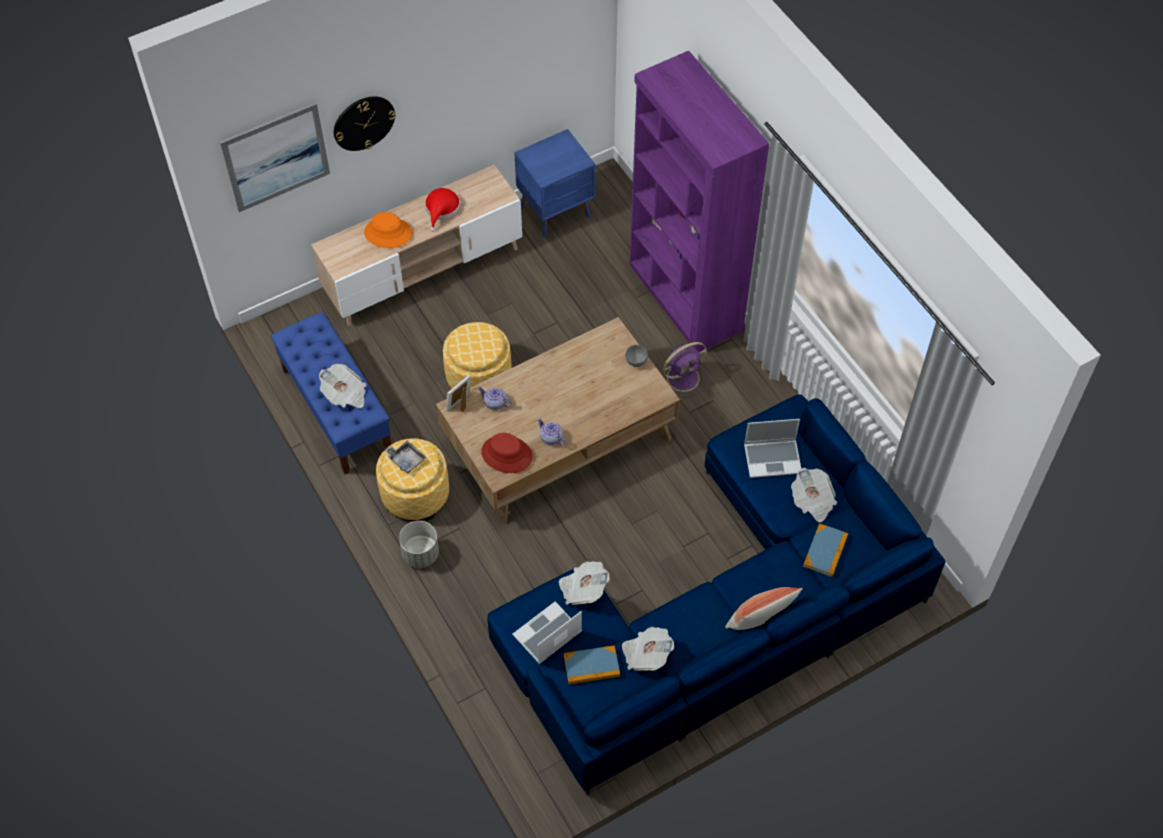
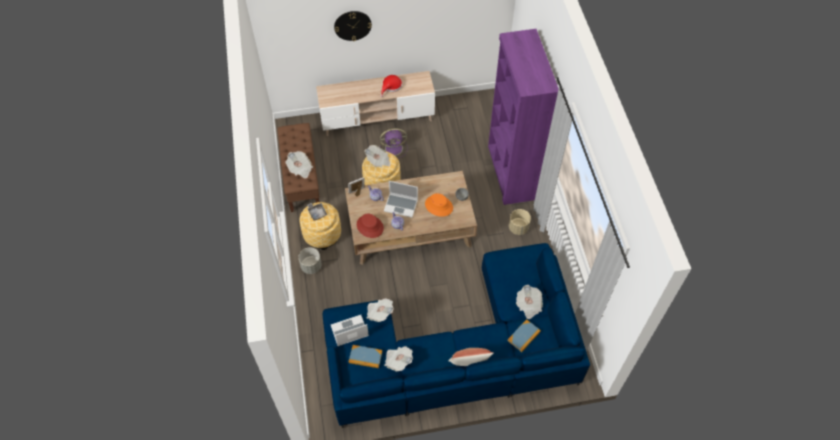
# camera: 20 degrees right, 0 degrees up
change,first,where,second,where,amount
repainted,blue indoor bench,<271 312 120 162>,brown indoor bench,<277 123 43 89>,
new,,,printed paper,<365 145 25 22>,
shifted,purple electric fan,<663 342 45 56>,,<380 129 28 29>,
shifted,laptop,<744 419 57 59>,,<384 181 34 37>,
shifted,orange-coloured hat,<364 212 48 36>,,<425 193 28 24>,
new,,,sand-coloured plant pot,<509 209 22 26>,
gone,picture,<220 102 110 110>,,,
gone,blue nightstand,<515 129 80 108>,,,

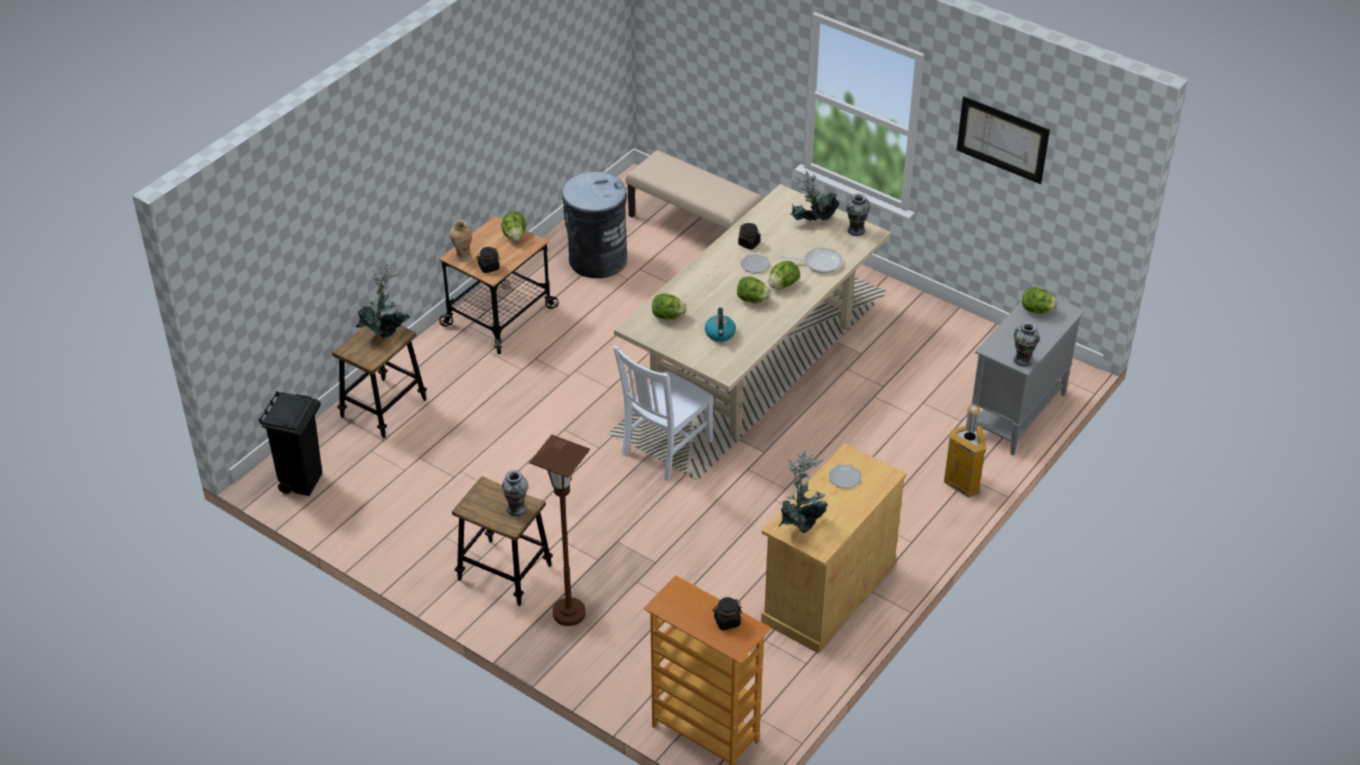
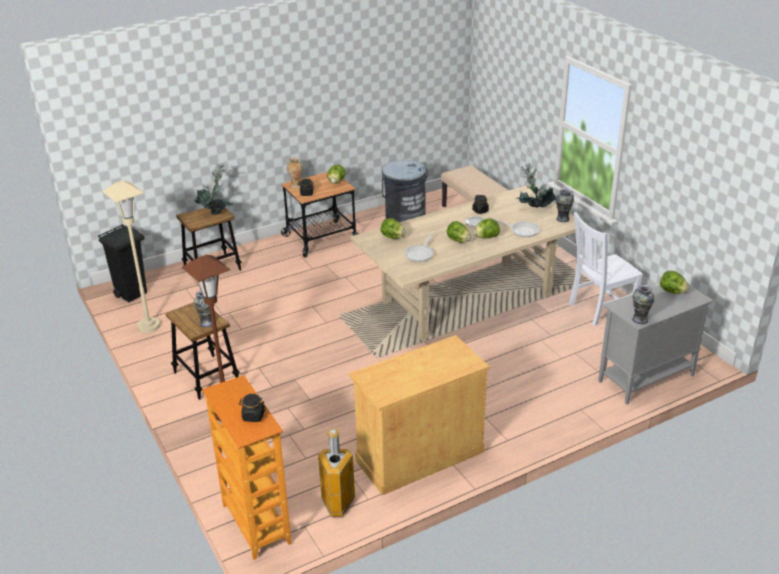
# camera: 25 degrees right, 10 degrees down
change,first,where,second,where,amount
new,,,sand-coloured standard lamp,<102 180 58 153>,
shifted,waste bin,<944 405 42 92>,,<318 428 37 89>,
swapped,water kettle,<705 308 31 34>,skillet,<404 234 30 28>,
shifted,white-coloured upright chair,<613 346 101 134>,,<569 212 74 114>,
gone,plant in a pot,<778 450 50 83>,,,
gone,plate,<829 465 32 23>,,,
gone,picture,<957 96 93 88>,,,

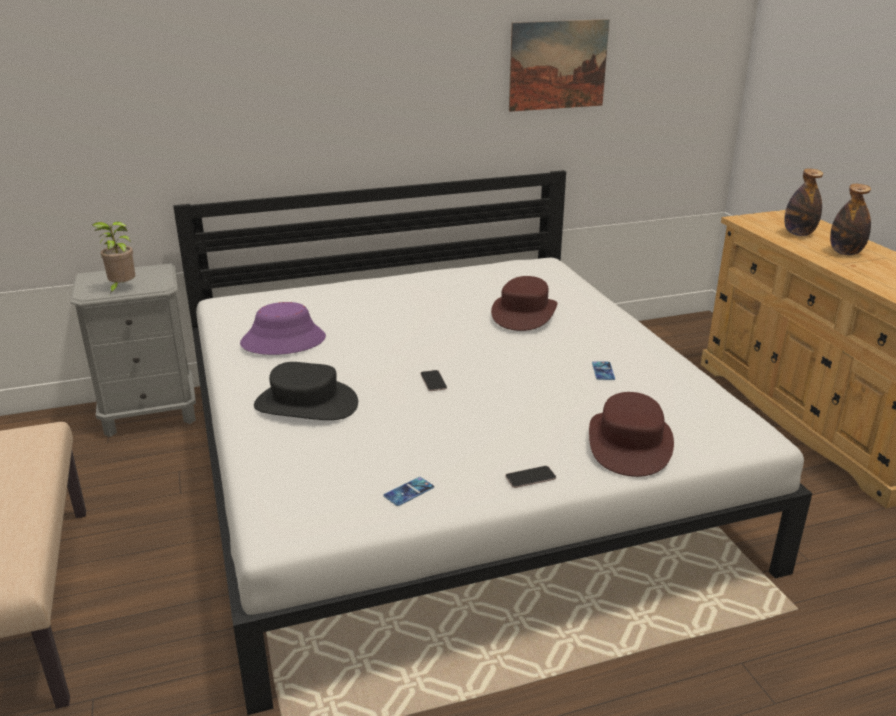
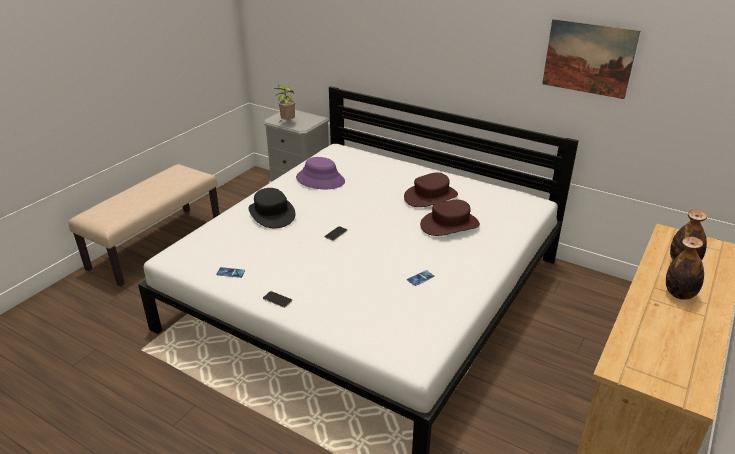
# camera: 50 degrees right, 5 degrees up
change,first,where,second,where,amount
shifted,brown hat,<589 392 85 85>,,<404 173 54 34>,

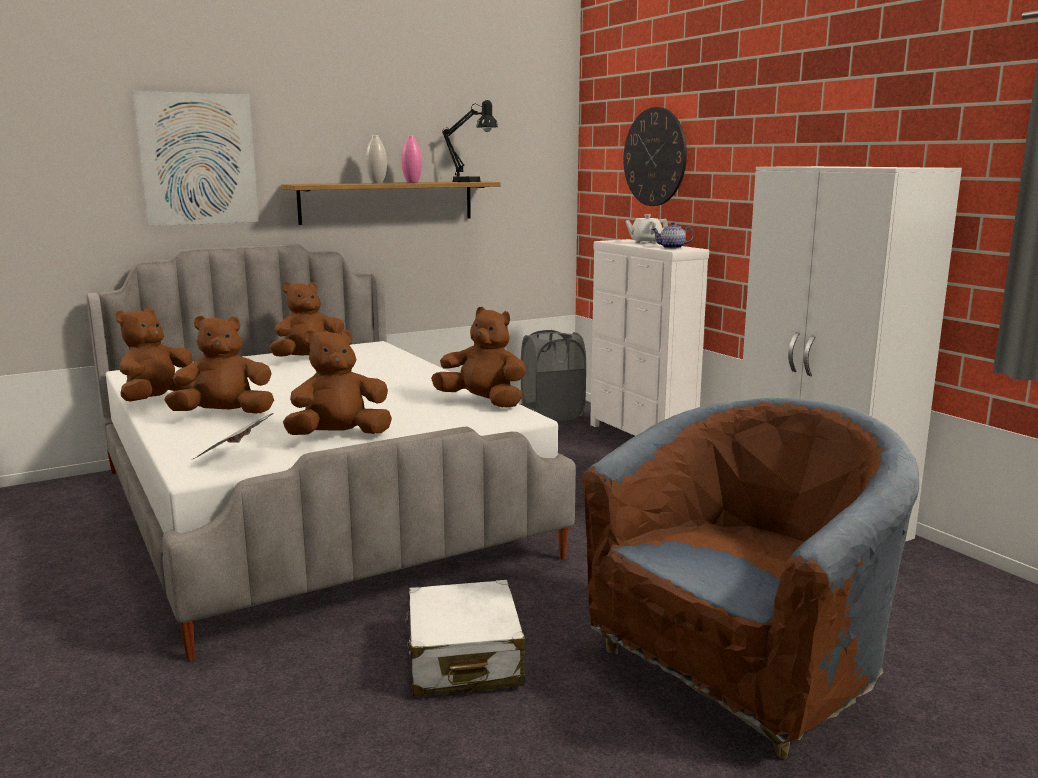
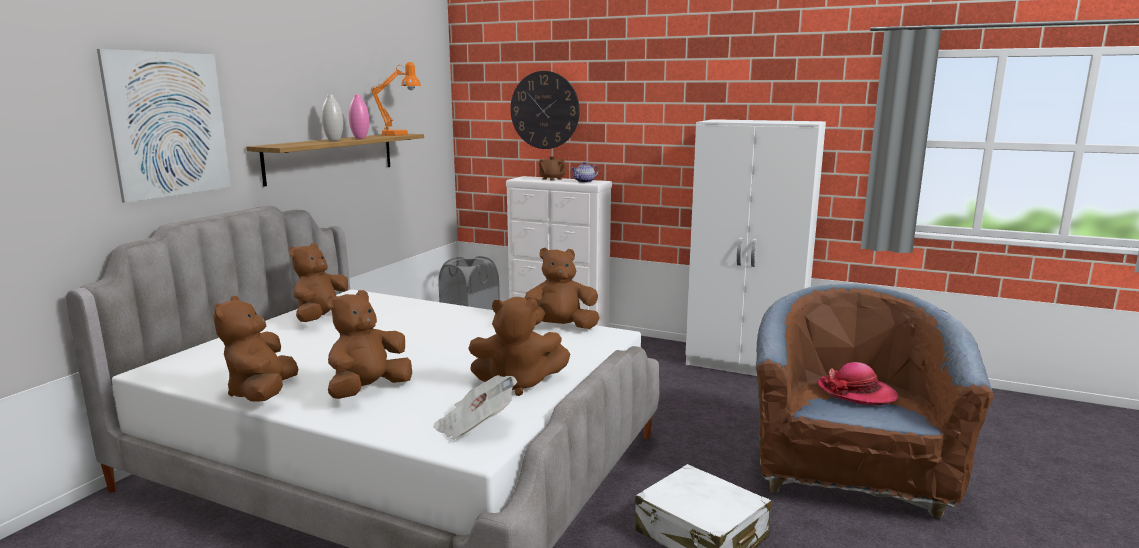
# camera: 35 degrees left, 0 degrees up
change,first,where,second,where,amount
repainted,black-coloured table lamp,<442 100 56 82>,orange-coloured table lamp,<371 62 50 74>,
rotated,brown cuddly toy,<283 330 109 105>,,<468 297 102 99>,120 degrees counterclockwise
repainted,white-coloured pot for tea,<625 214 43 31>,brown pot for tea,<539 156 26 25>,
new,,,hat,<818 362 80 44>,

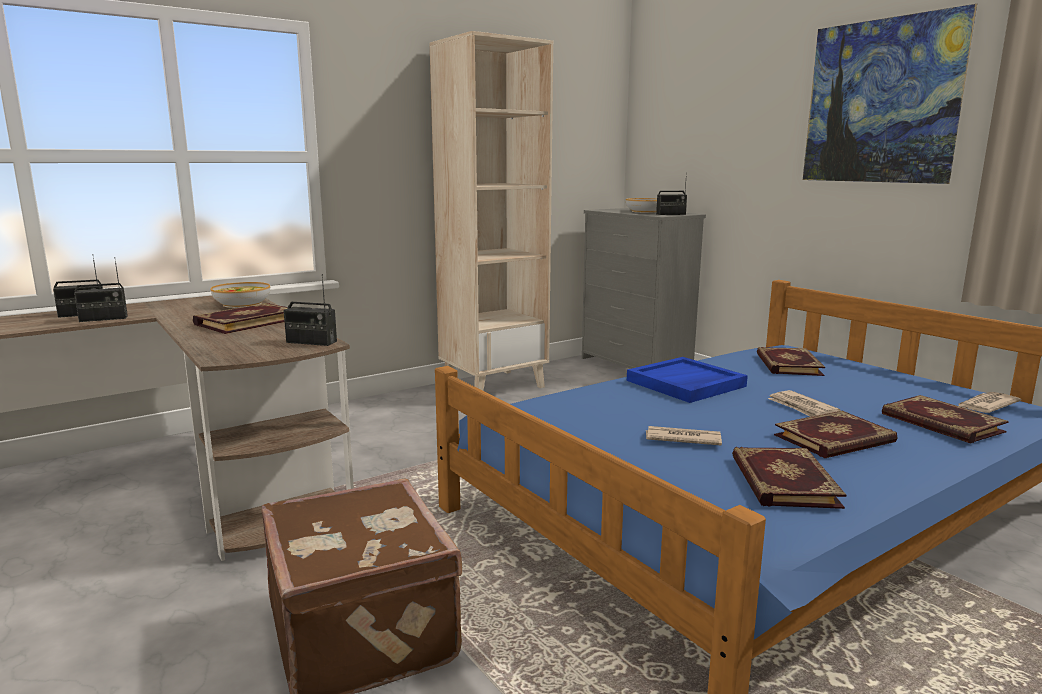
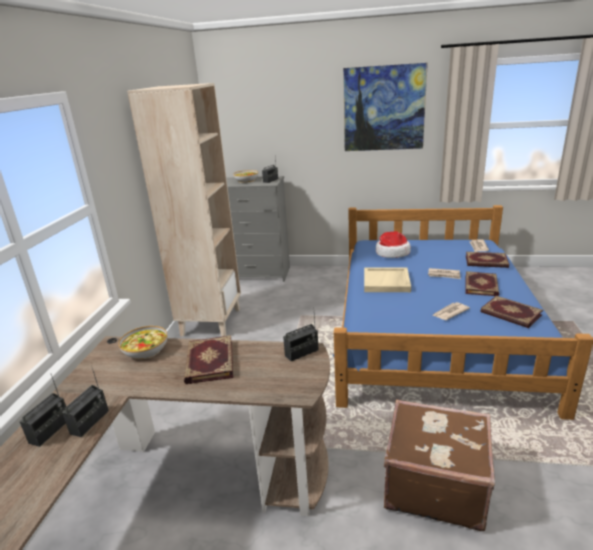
# camera: 45 degrees left, 10 degrees up
change,first,where,second,where,amount
repainted,blue serving tray,<627 357 121 46>,sand-coloured serving tray,<364 267 47 25>,
swapped,volume,<757 347 68 29>,hat,<376 231 35 27>,

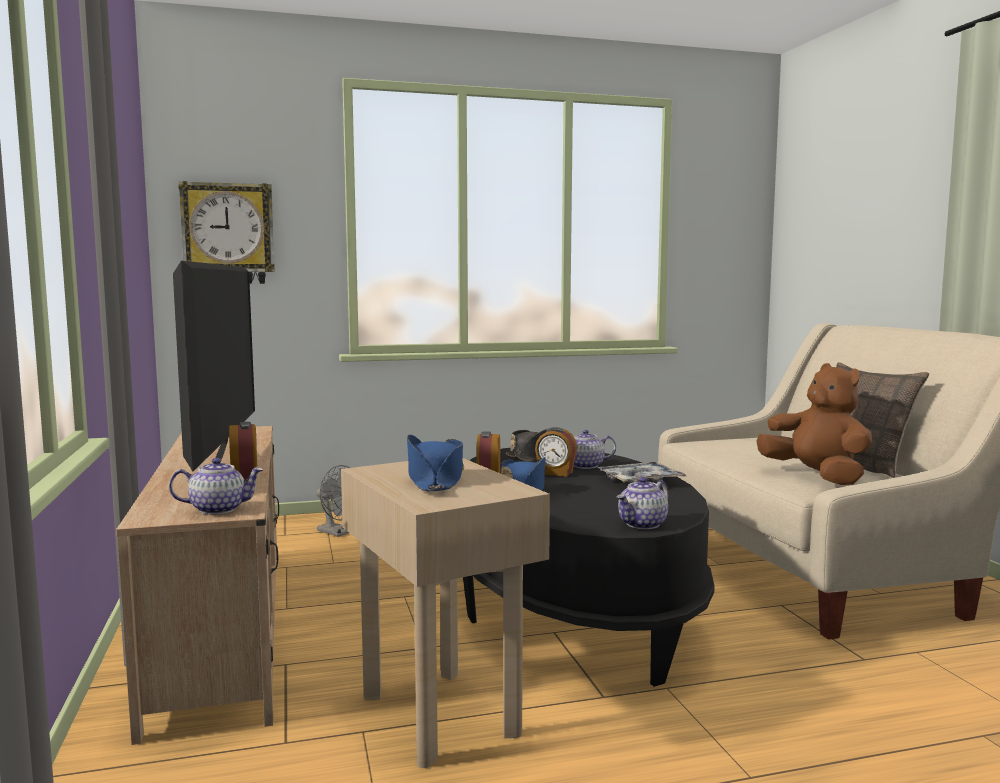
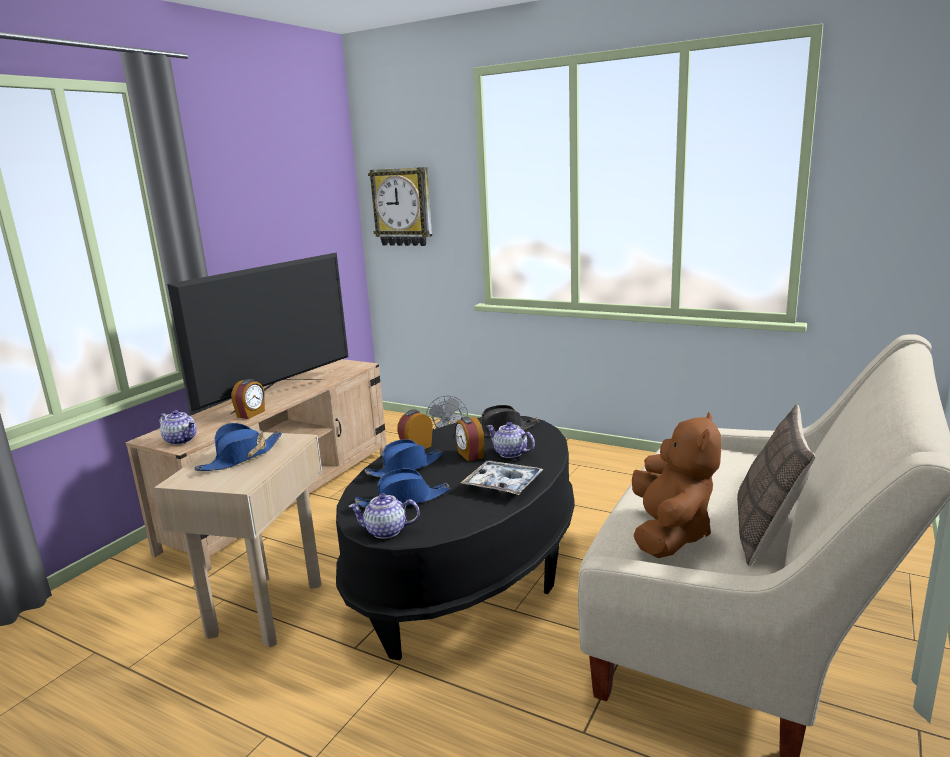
# camera: 45 degrees right, 10 degrees up
change,first,where,second,where,amount
new,,,blue hat,<355 468 95 40>,

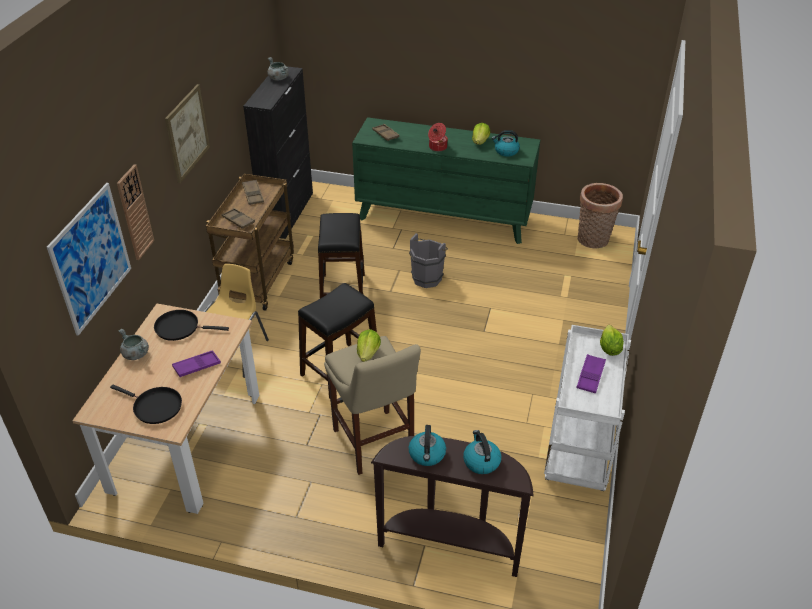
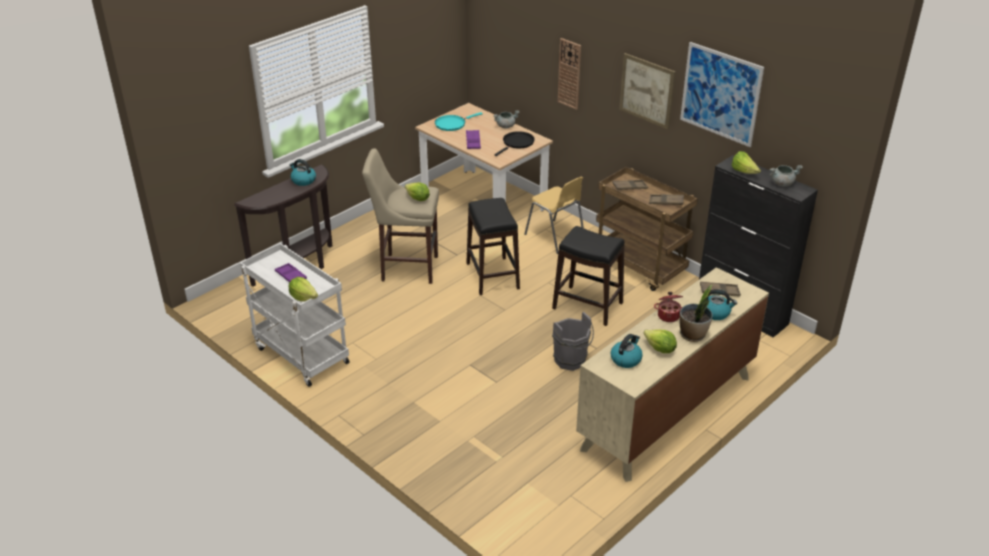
# camera: 120 degrees right, 5 degrees down
change,first,where,second,where,amount
repainted,black-coloured skillet,<110 385 72 39>,blue-green skillet,<435 112 48 19>,
repainted,greenish dresser,<352 117 188 127>,sand-coloured dresser,<576 267 193 215>,
new,,,plant in a pot,<679 285 34 57>,
shifted,picture,<47 183 84 153>,,<680 42 84 105>,
shifted,water kettle,<463 430 38 44>,,<707 289 30 31>,
new,,,lettuce,<732 151 29 23>,
gone,household basket,<577 183 46 65>,,,

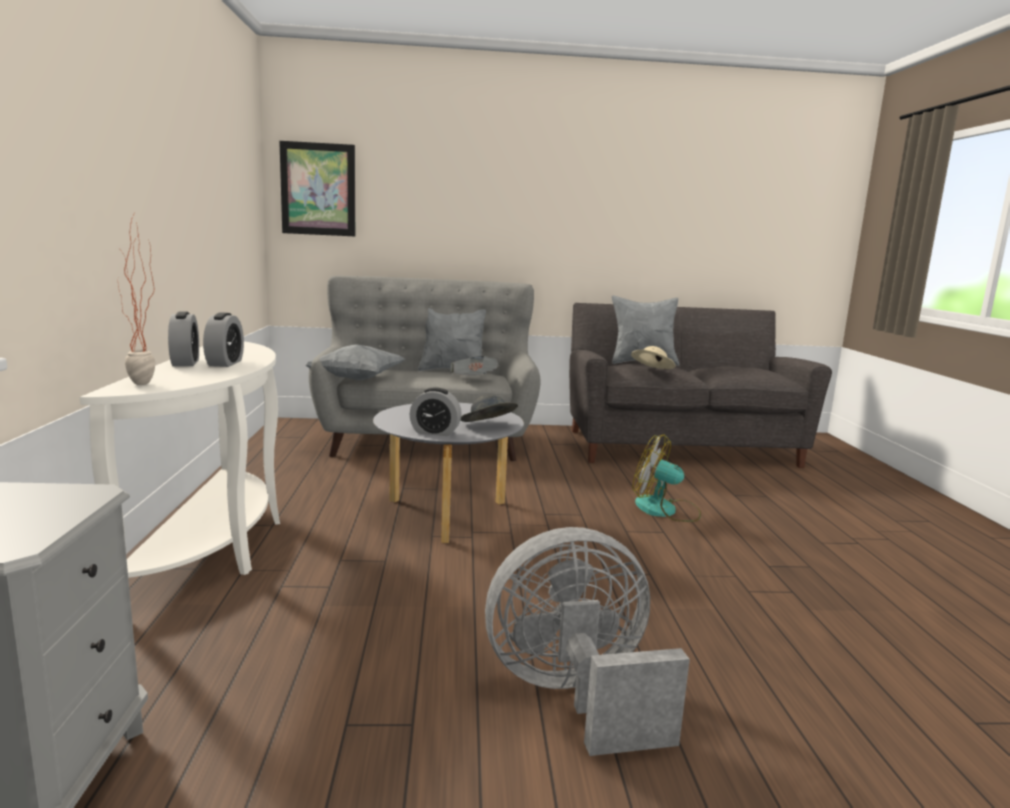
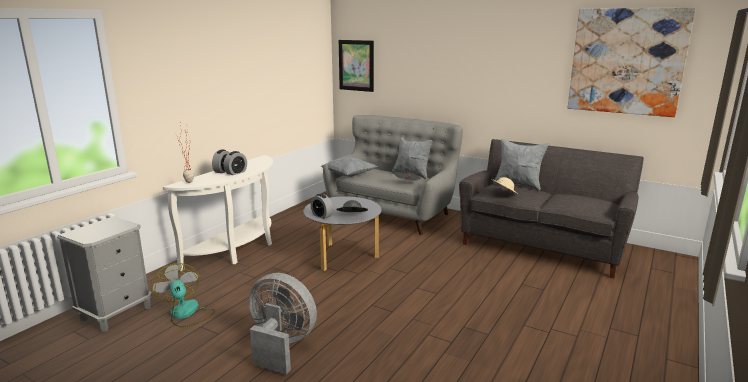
# camera: 35 degrees right, 5 degrees up
change,first,where,second,where,amount
shifted,electric fan,<632 434 69 88>,,<151 263 64 64>,
new,,,picture,<568 7 128 110>,

